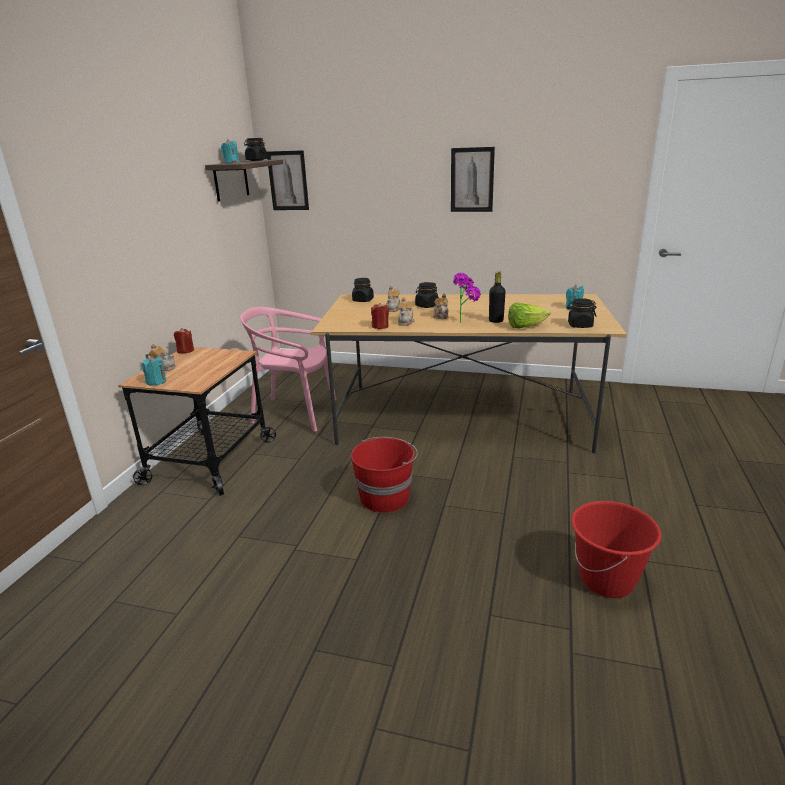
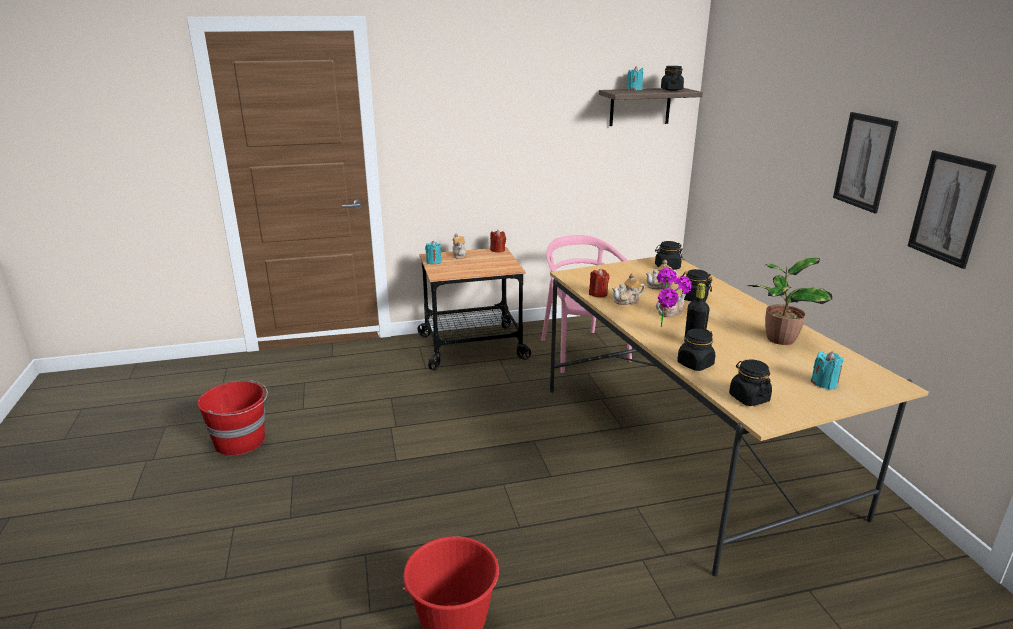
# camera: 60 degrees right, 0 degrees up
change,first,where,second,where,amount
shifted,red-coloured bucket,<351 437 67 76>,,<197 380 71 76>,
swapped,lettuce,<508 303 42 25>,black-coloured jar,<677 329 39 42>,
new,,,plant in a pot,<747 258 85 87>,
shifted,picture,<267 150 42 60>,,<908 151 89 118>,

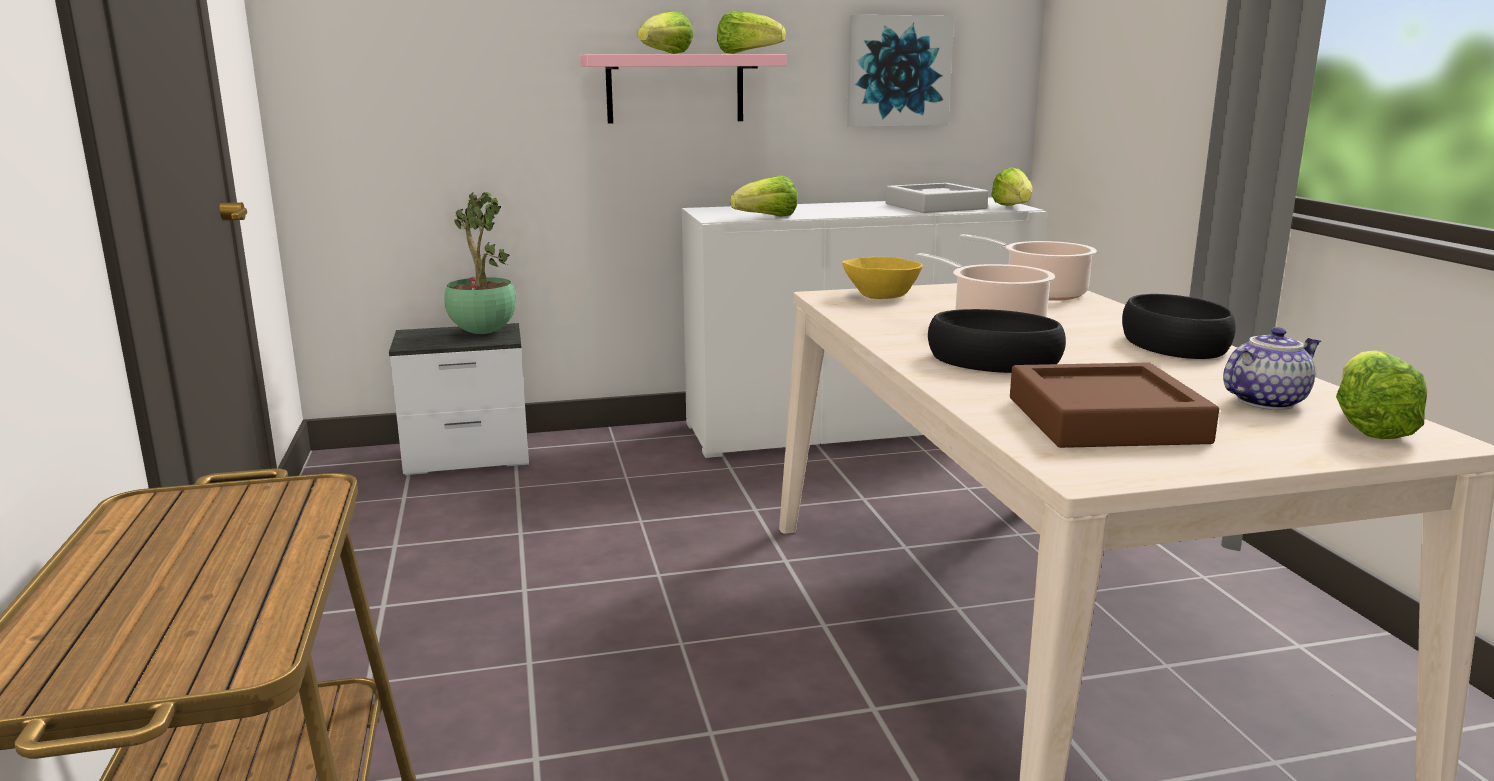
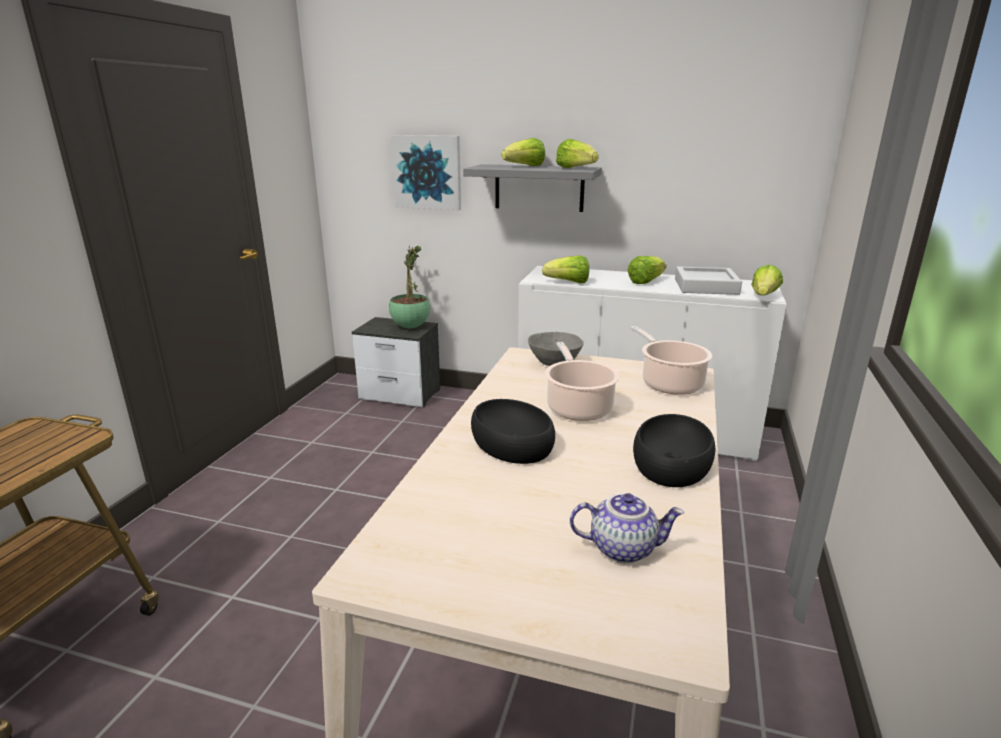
# camera: 30 degrees right, 5 degrees up
change,first,where,second,where,amount
shifted,picture,<847 15 107 112>,,<391 135 70 75>,
repainted,pinkish wall shelf,<580 54 207 69>,grey wall shelf,<463 164 139 48>,
repainted,yellow bowl,<842 257 81 42>,grey bowl,<528 332 56 34>,
shifted,lettuce,<1336 350 91 89>,,<627 256 39 28>,
gone,brown serving tray,<1010 362 209 86>,,,

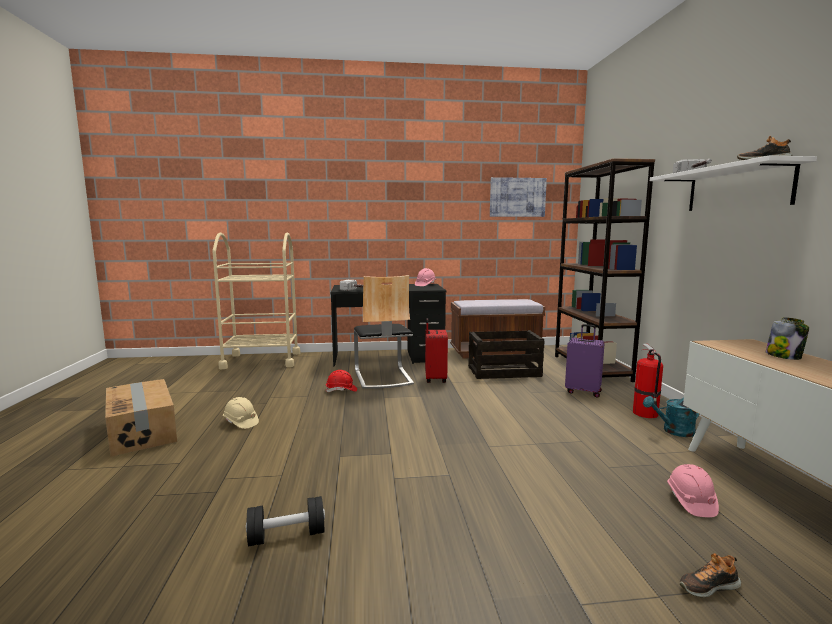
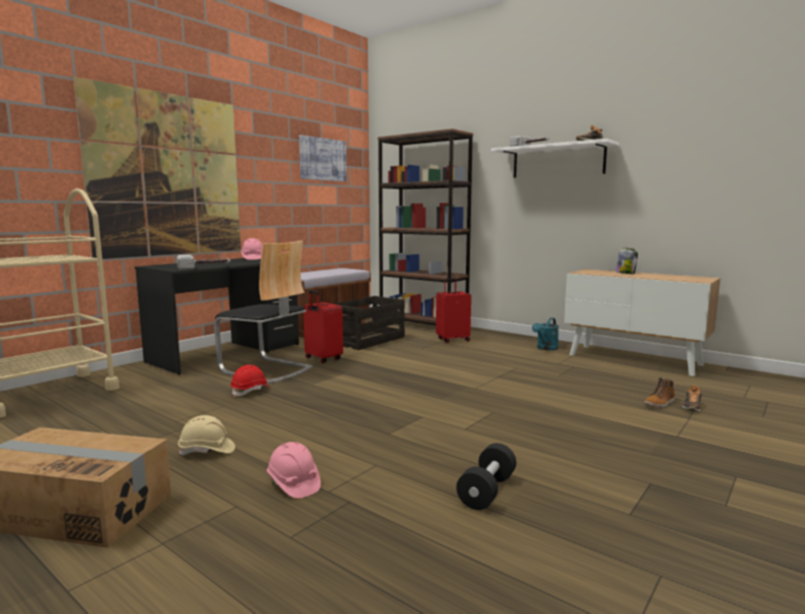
# camera: 45 degrees left, 0 degrees up
change,first,where,second,where,amount
new,,,picture,<73 77 168 182>,
shifted,pinkish hard hat,<667 464 52 53>,,<267 442 54 56>,
repainted,purple piece of luggage,<565 324 40 74>,red-coloured piece of luggage,<436 278 35 65>,
new,,,high-top boot,<644 378 31 30>,
gone,extinguisher,<633 344 30 74>,,,

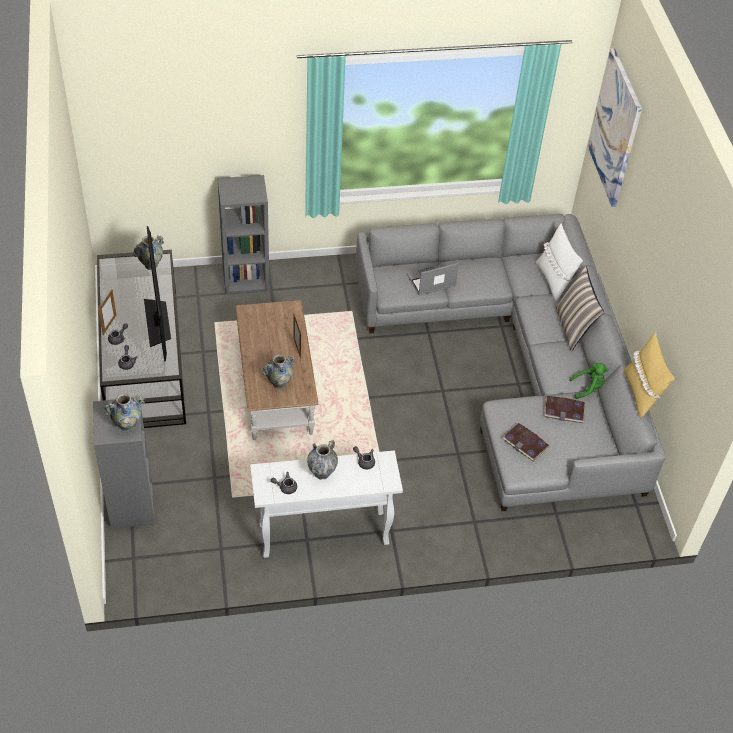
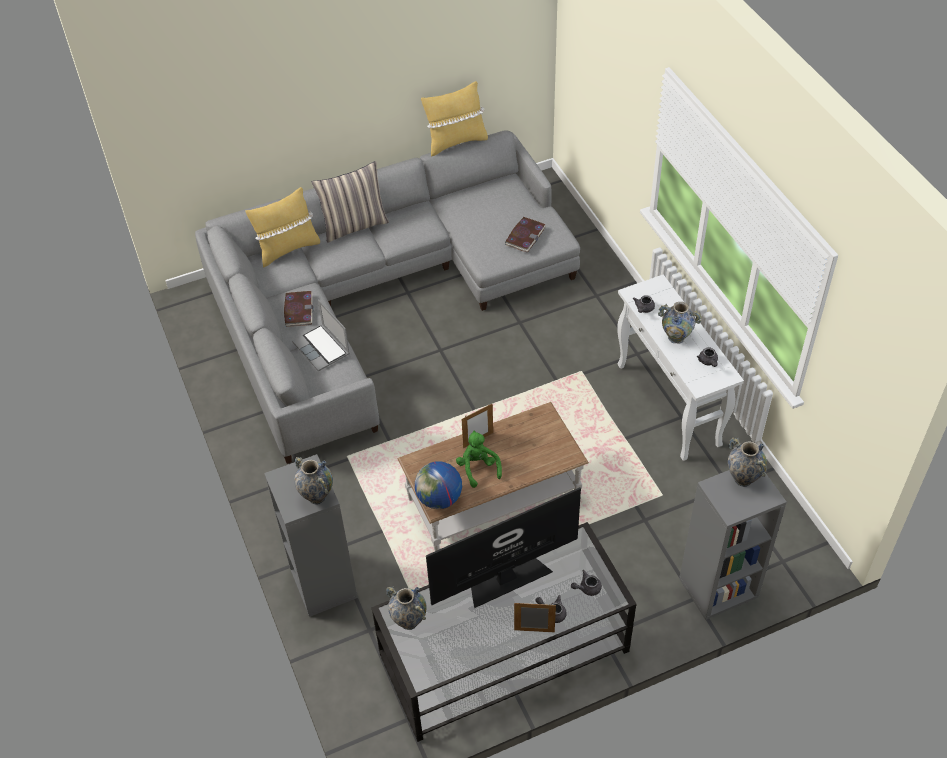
# camera: 100 degrees left, 0 degrees up
change,first,where,second,where,amount
repainted,white-coloured cushion,<536 223 47 79>,yellow cushion,<245 187 75 81>,
shifted,volume,<544 396 41 27>,,<284 291 29 36>,
shifted,flower vase,<262 354 34 35>,,<294 457 39 48>,
new,,,desk globe,<415 461 47 48>,
shifted,greenish cuddly toy,<569 363 40 36>,,<456 431 46 57>,
gone,picture,<588 48 54 159>,,,

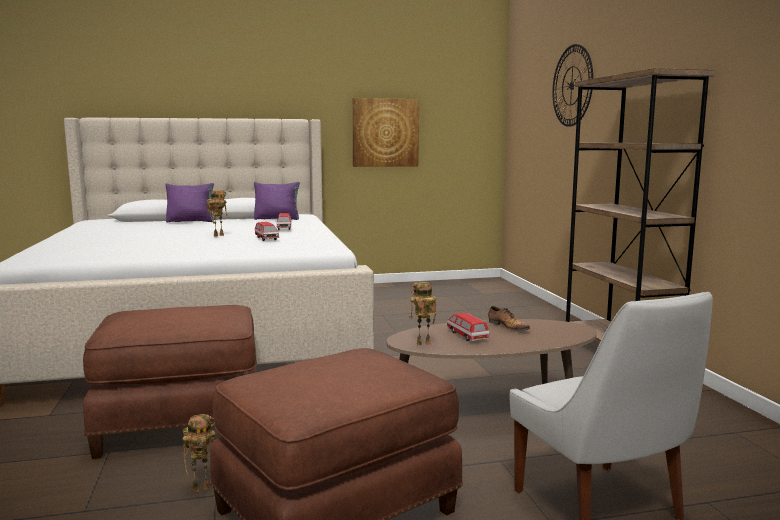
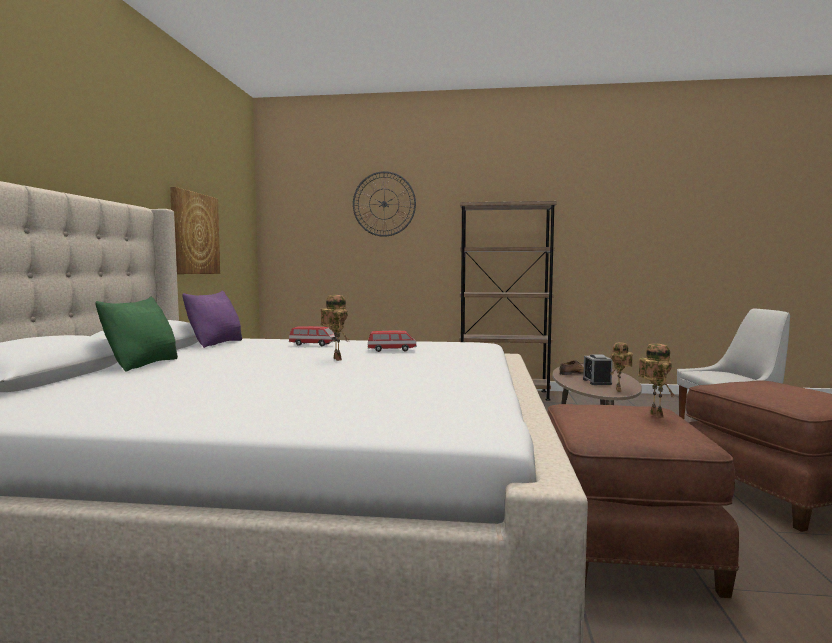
# camera: 70 degrees left, 5 degrees down
change,first,where,second,where,amount
repainted,purple cushion,<165 183 49 39>,greenish cushion,<96 297 82 75>,
swapped,miniature car,<446 313 43 28>,table clock,<583 354 30 31>,
shifted,toy robot,<182 414 33 79>,,<638 343 37 75>,

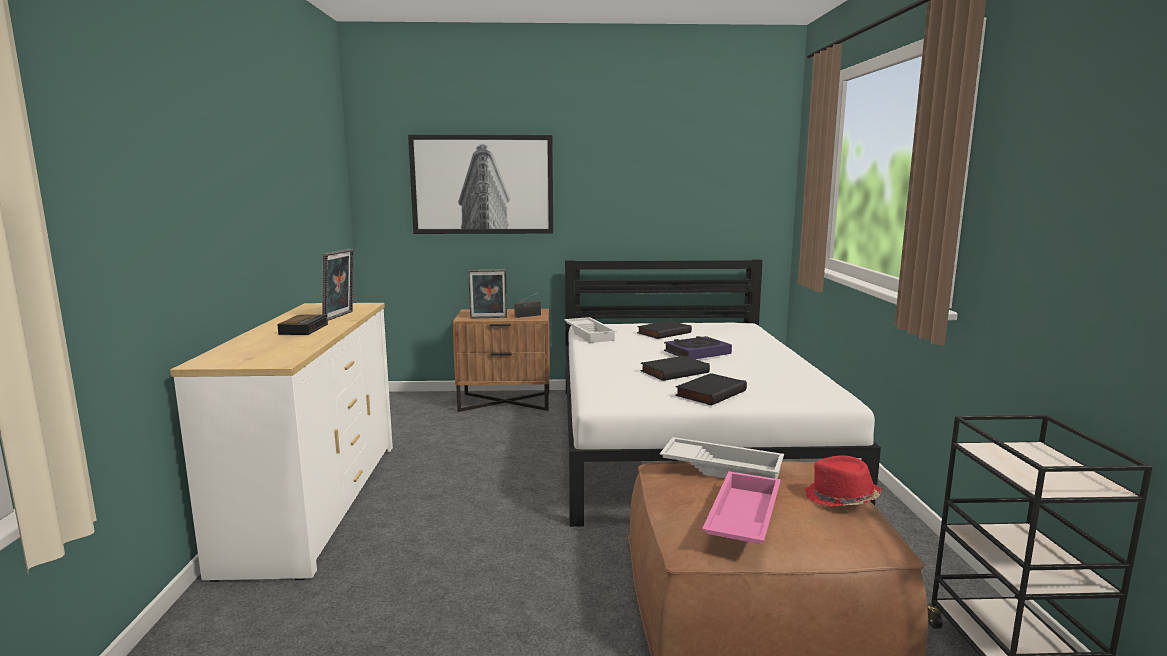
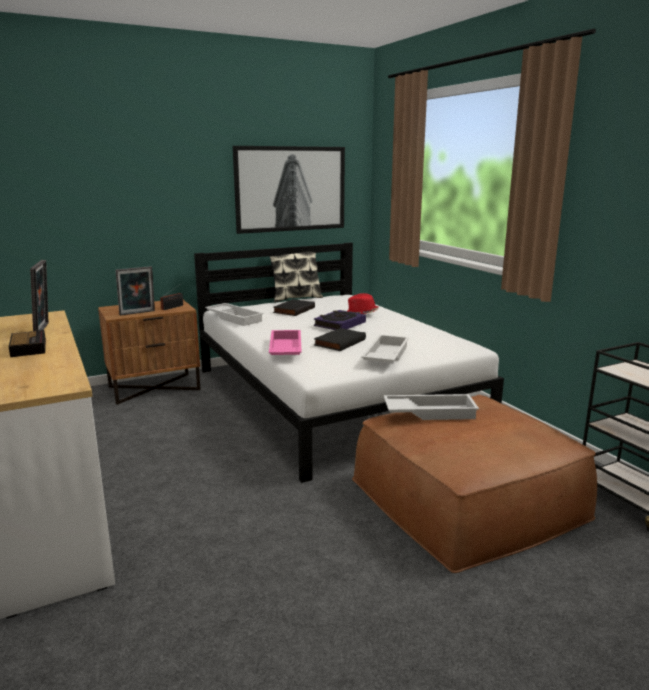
# camera: 25 degrees left, 5 degrees up
change,first,where,second,where,amount
shifted,picture,<408 135 145 99>,,<233 146 112 88>,
new,,,cushion,<269 251 54 51>,
shifted,pinkish serving tray,<702 471 79 73>,,<269 330 33 25>,
shifted,red-coloured hat,<805 455 76 52>,,<347 293 32 21>,
swapped,black-coloured volume,<675 373 72 33>,white-coloured serving tray,<361 335 48 28>,

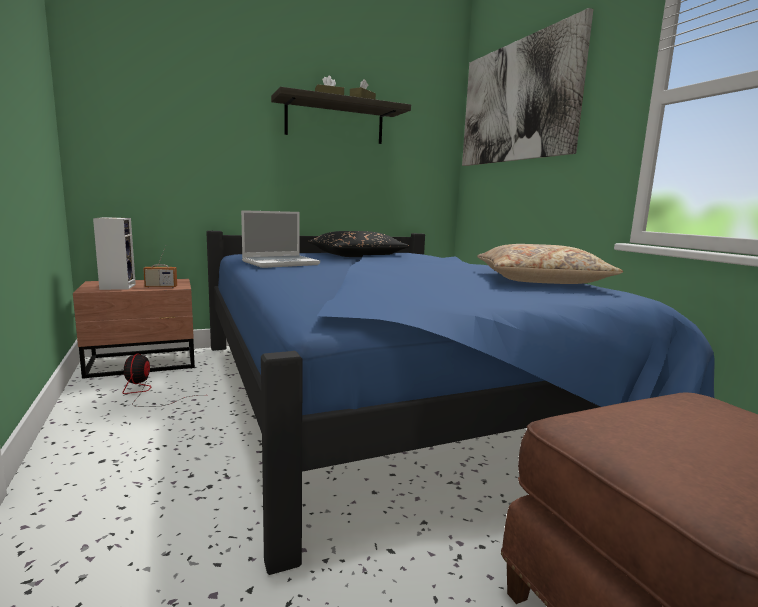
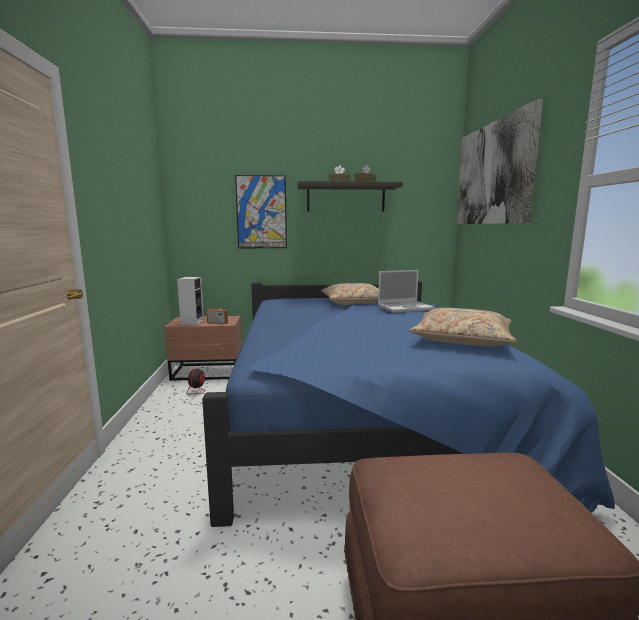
# camera: 20 degrees right, 0 degrees up
change,first,where,second,where,amount
new,,,picture,<235 175 52 73>,
repainted,black-coloured cushion,<308 231 101 26>,sand-coloured cushion,<321 283 57 22>,
shifted,laptop,<241 210 79 58>,,<378 270 56 43>,

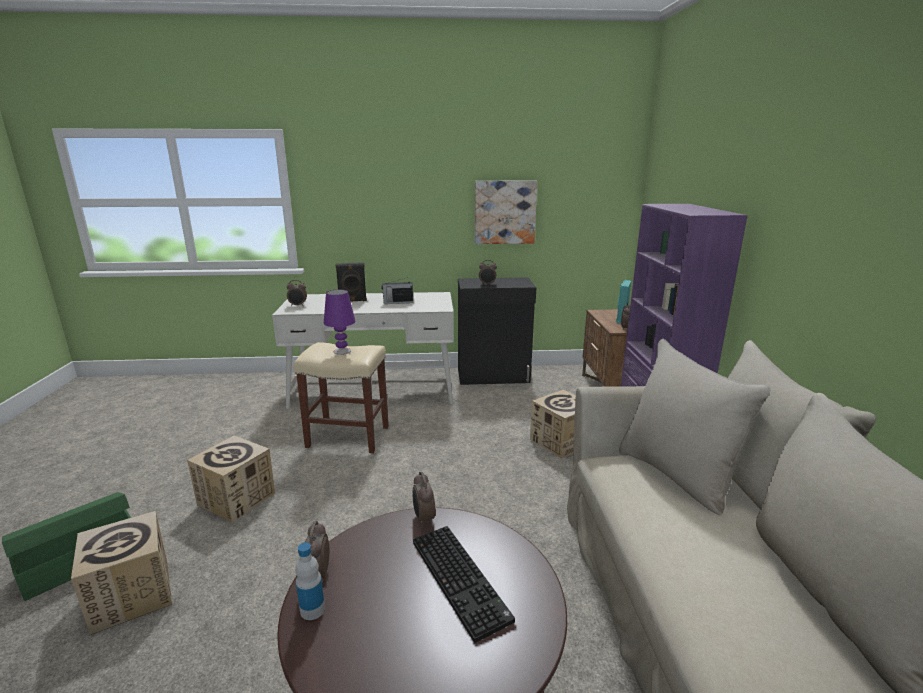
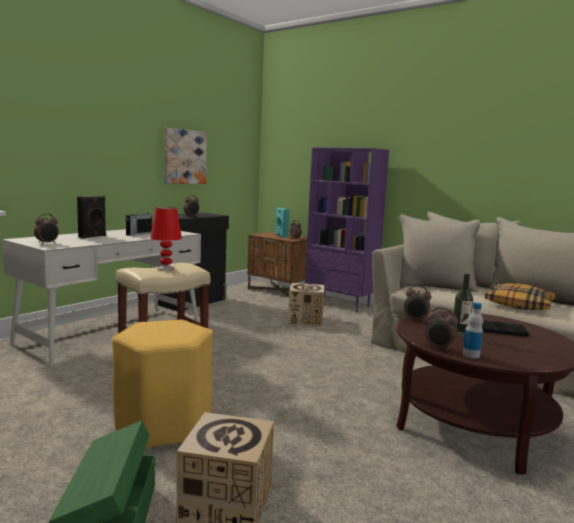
# camera: 50 degrees left, 10 degrees down
change,first,where,second,where,amount
swapped,carton,<187 435 88 88>,yellow sitting stool,<112 320 101 129>,
repainted,purple table lamp,<324 289 32 66>,red-coloured table lamp,<150 207 32 63>,
new,,,beverage bottle,<453 273 20 64>,
new,,,cushion,<485 283 70 27>,

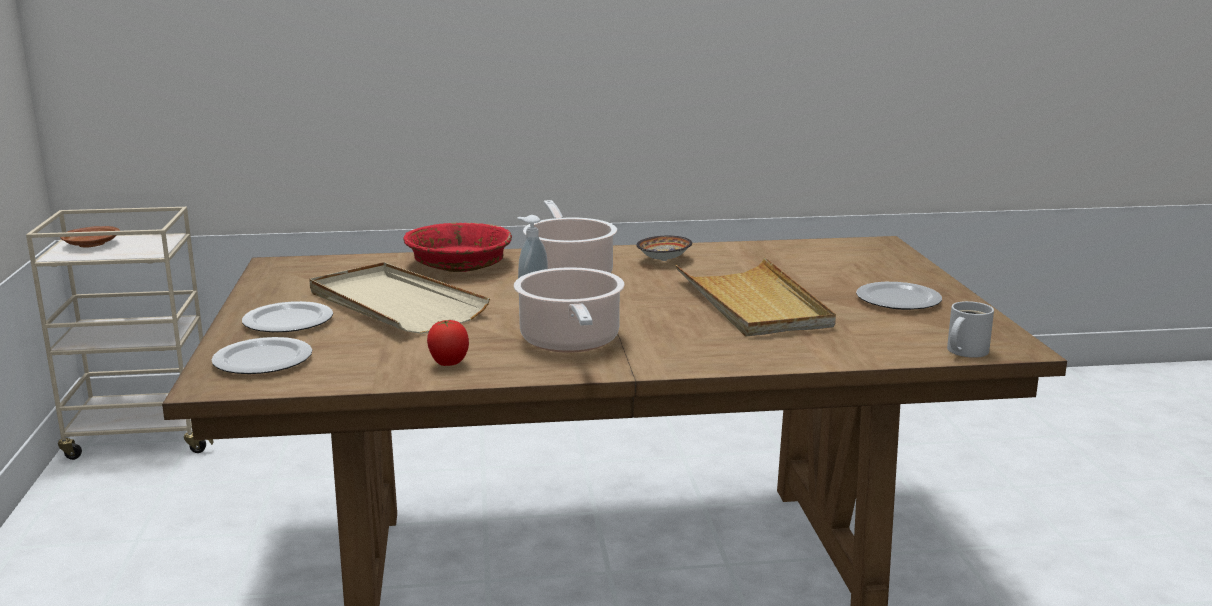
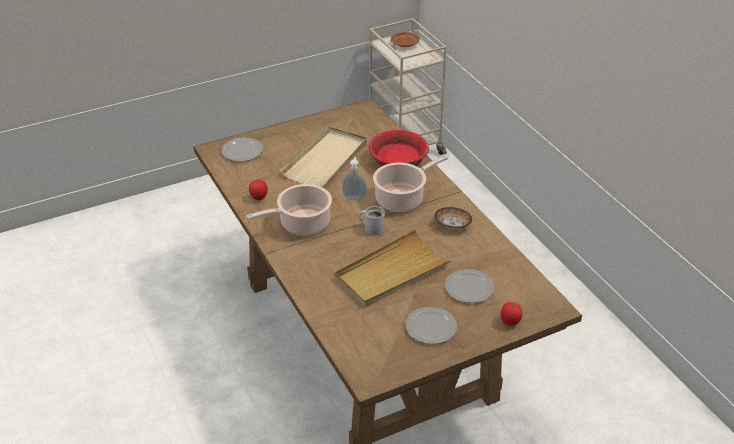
# camera: 70 degrees right, 20 degrees up
change,first,where,second,where,amount
shifted,white-coloured coffee mug,<947 301 47 57>,,<359 206 26 29>,
shifted,plate,<242 301 91 31>,,<445 269 49 34>,
new,,,whole tomato,<500 302 22 24>,

